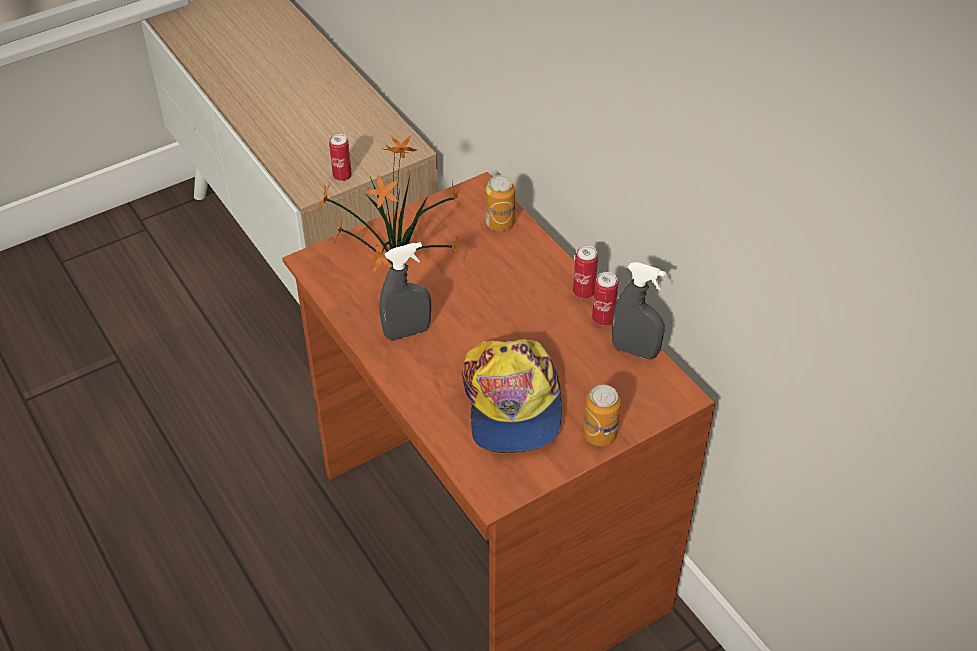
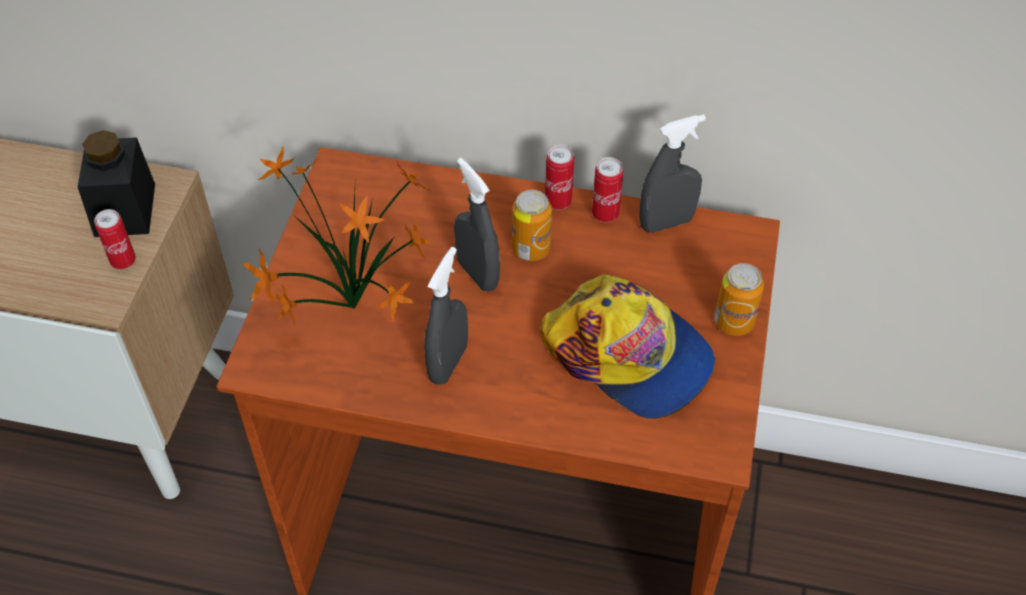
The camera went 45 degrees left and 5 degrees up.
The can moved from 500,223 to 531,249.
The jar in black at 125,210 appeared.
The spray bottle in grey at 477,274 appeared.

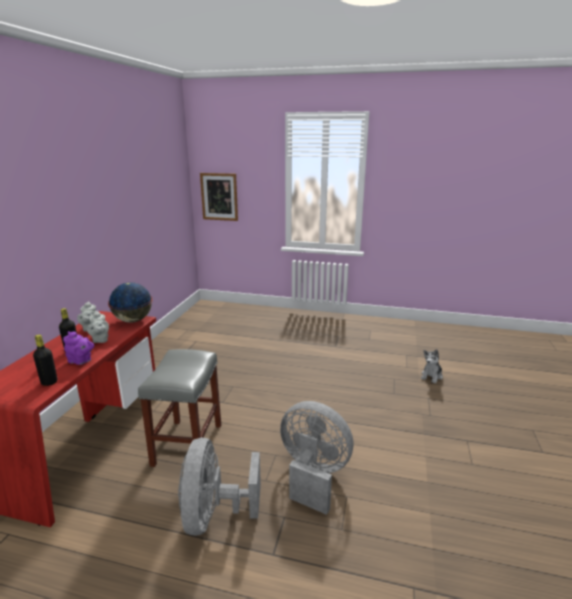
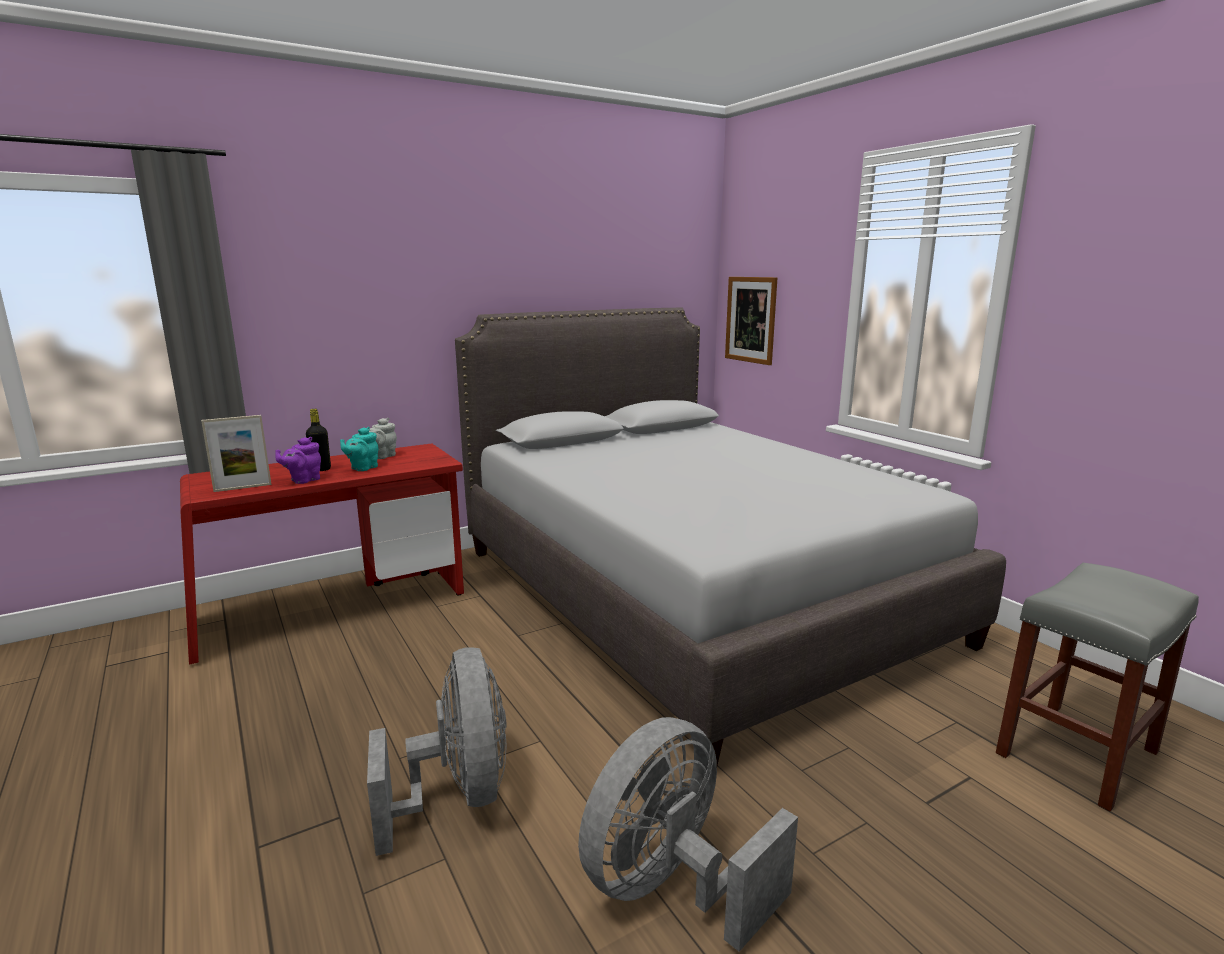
The camera went 45 degrees right and 5 degrees down.
The globe at 133,320 disappeared.
The teapot in grey at 100,340 became the teapot in turquoise at 362,468.
The teapot in purple at 81,361 turned 60 degrees clockwise.
The bottle in black at 49,382 was replaced by the picture frame at 243,488.
The stool in grey moved from 188,445 to 1077,754.
The plush toy at 431,376 disappeared.
The fan in grey moved from 214,514 to 672,887.
The bed in grey at 691,593 appeared.

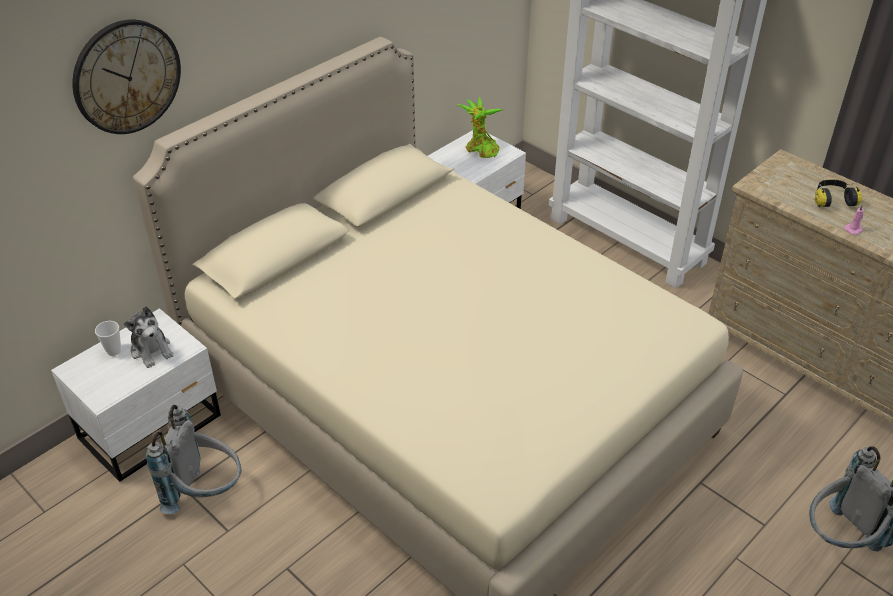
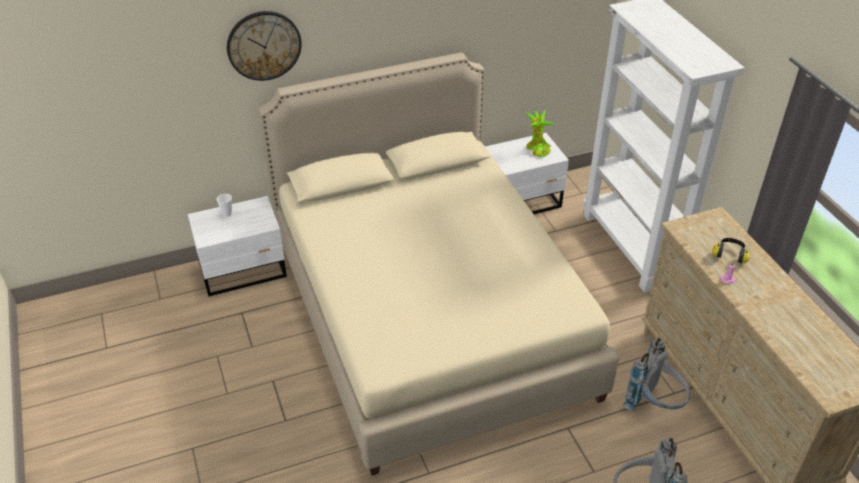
The camera went 25 degrees right and 0 degrees up.
The plush toy at 152,350 disappeared.
The backpack in grey moved from 205,493 to 654,404.

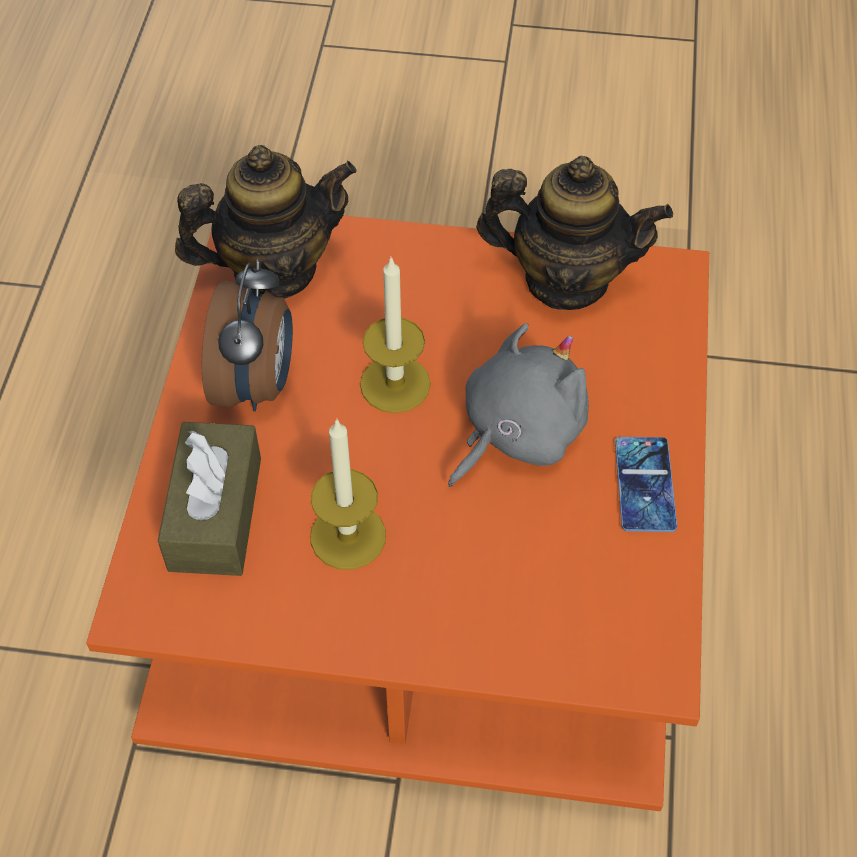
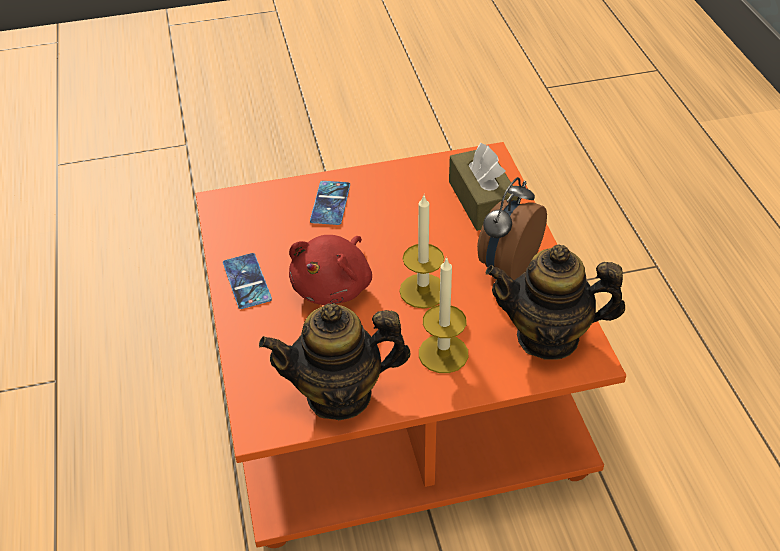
The camera went 160 degrees right and 10 degrees down.
The teapot at 274,270 turned 45 degrees clockwise.
The alarm clock at 257,384 turned 45 degrees clockwise.
The plush toy in grey at 517,432 became the plush toy in red at 334,286.
The candle moved from 348,536 to 443,353.
The phone at 330,203 appeared.

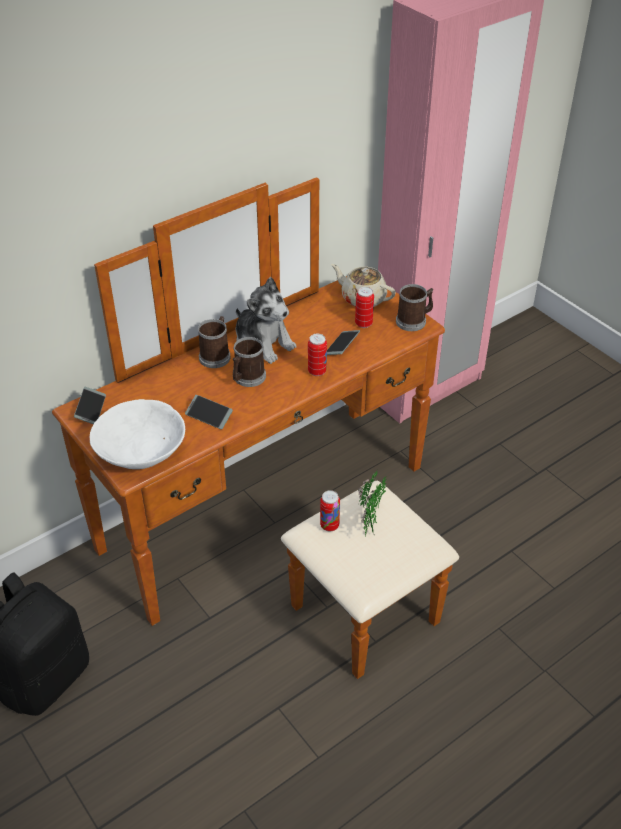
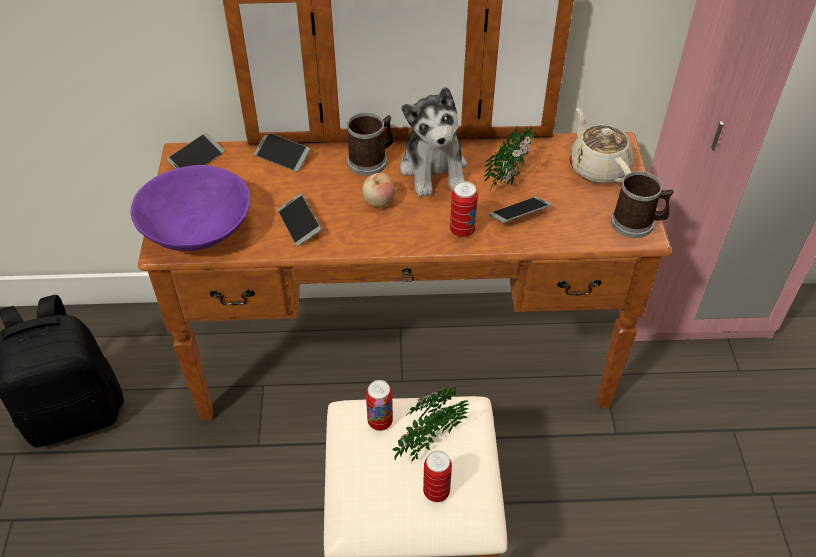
The camera went 35 degrees right and 5 degrees up.
The can moved from 363,324 to 436,491.
The mug at 247,378 was replaced by the apple at 379,201.
The bowl in white at 141,451 became the bowl in purple at 197,230.
The potted plant at 511,178 appeared.
The phone at 282,156 appeared.

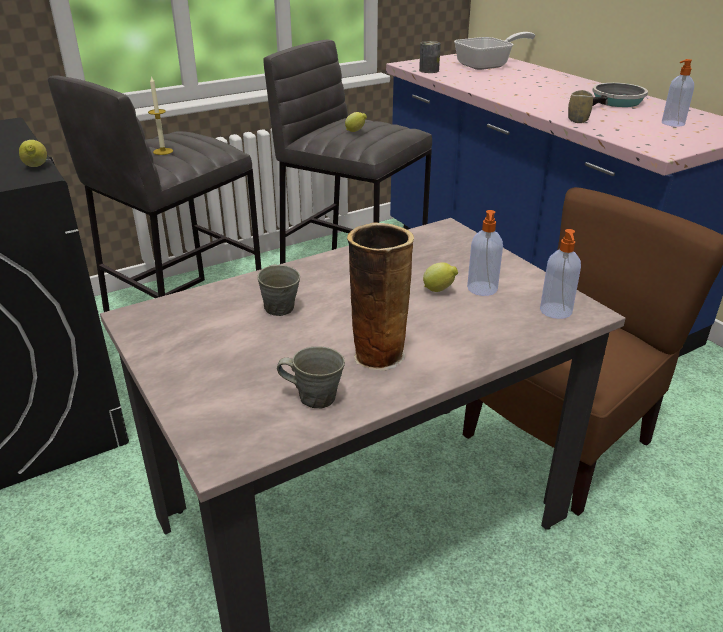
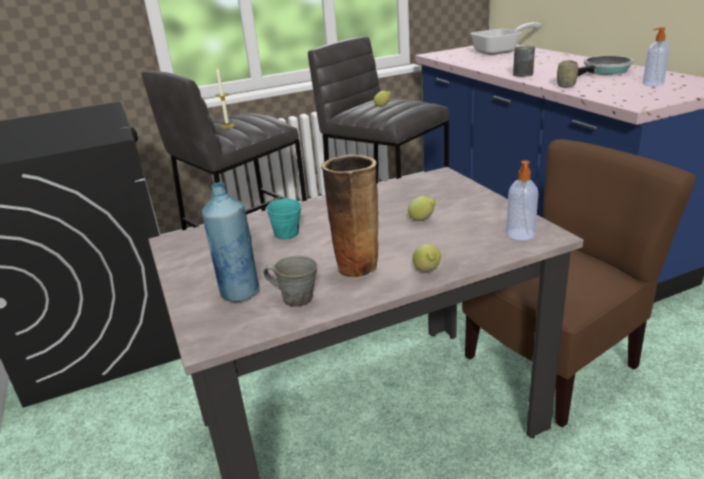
The camera went 10 degrees right and 5 degrees down.
The can moved from 429,70 to 523,74.
The lemon moved from 36,167 to 427,271.
The soap dispenser at 482,289 disappeared.
The mug in grey at 280,307 became the mug in turquoise at 287,233.
The bottle in blue at 240,292 appeared.

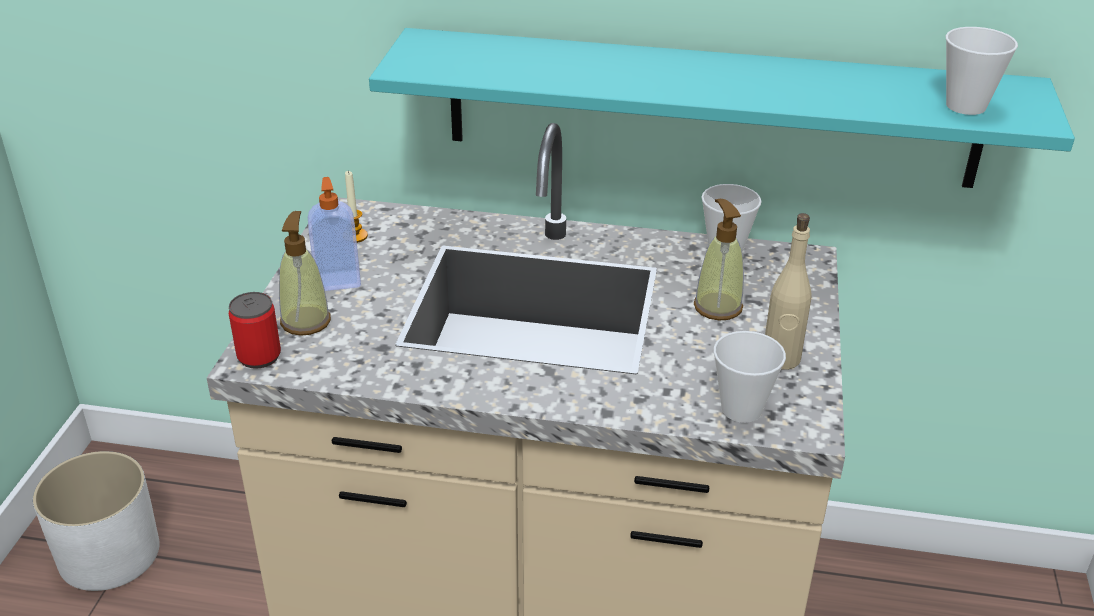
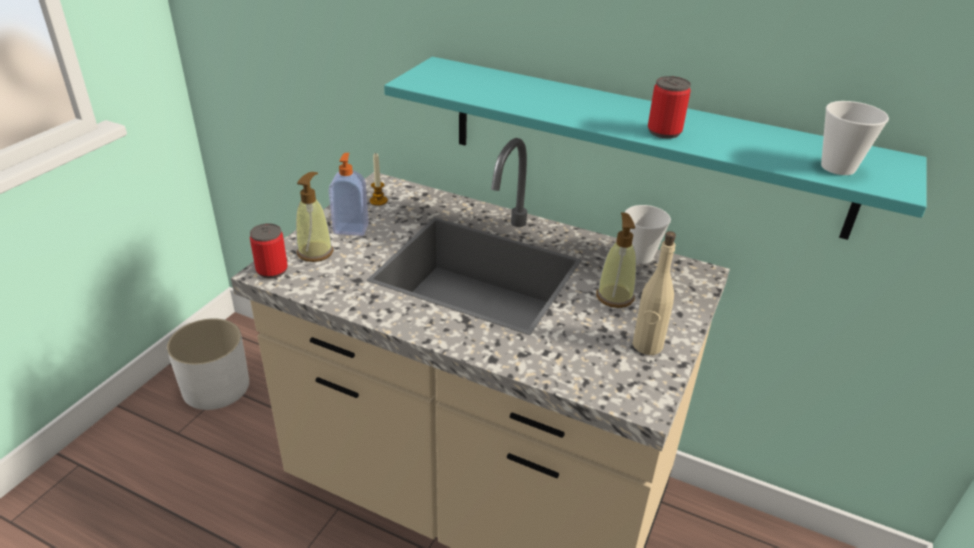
The camera went 15 degrees right and 0 degrees up.
The cup at 741,409 disappeared.
The can at 664,131 appeared.

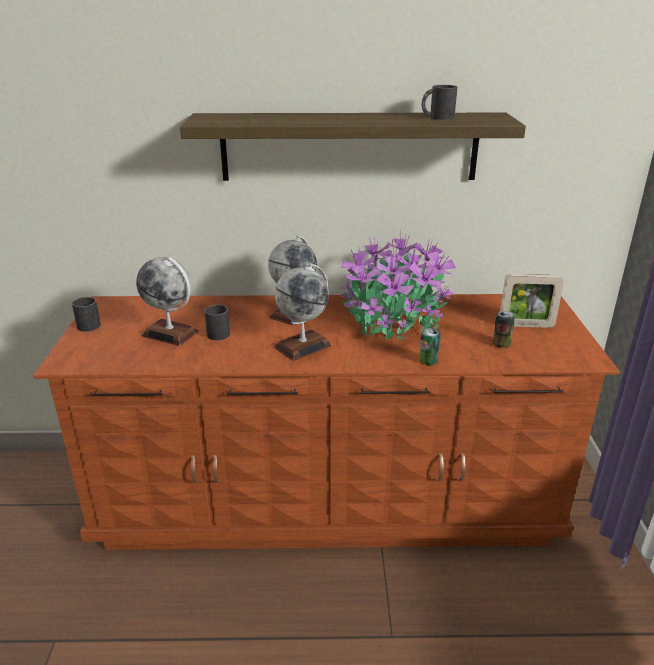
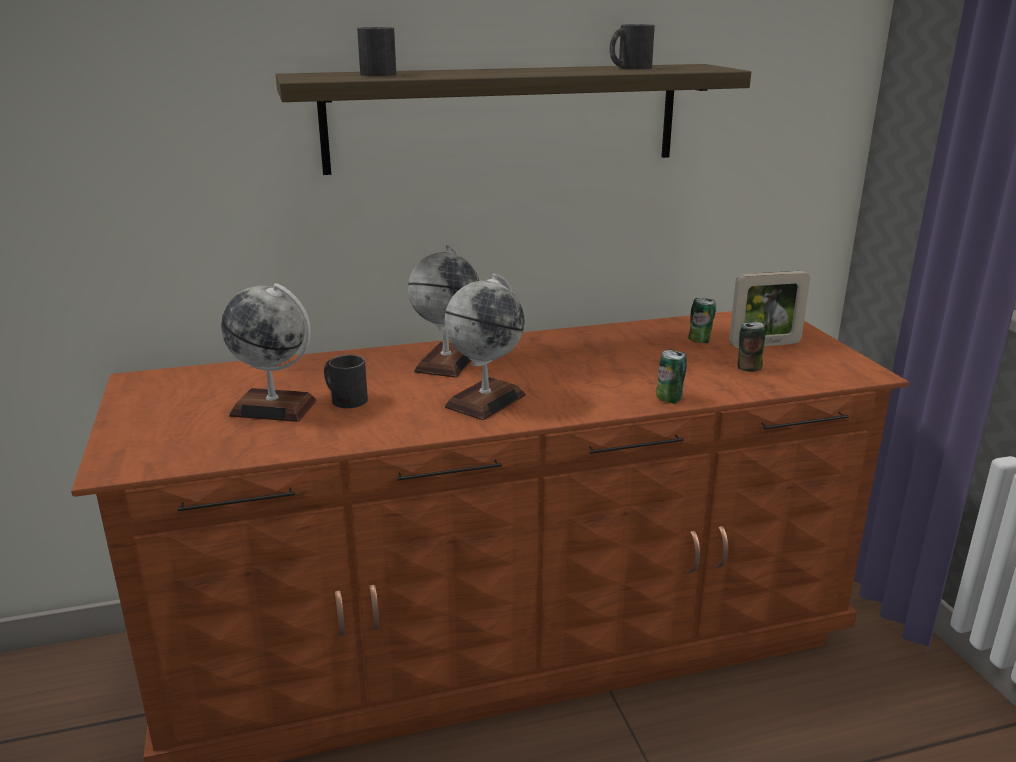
The camera went 15 degrees left and 5 degrees down.
The potted plant at 391,321 disappeared.
The mug in black moved from 90,323 to 377,74.
The can at 699,340 appeared.

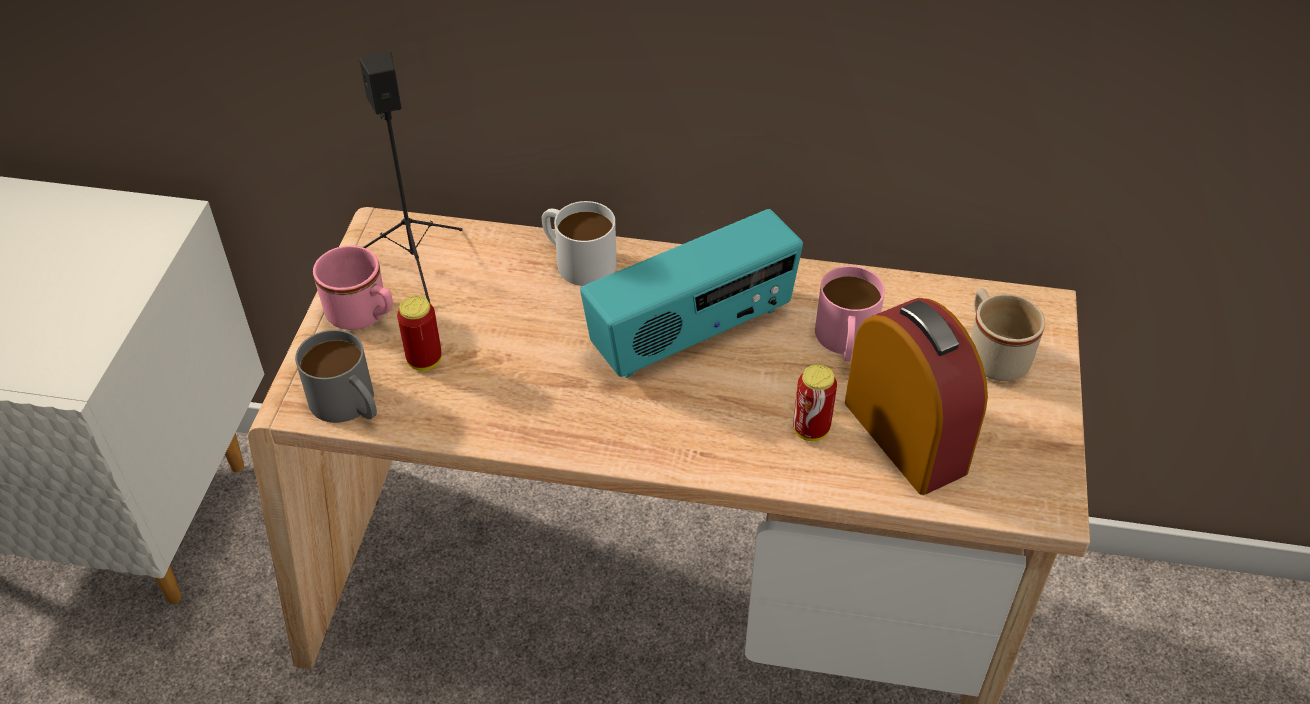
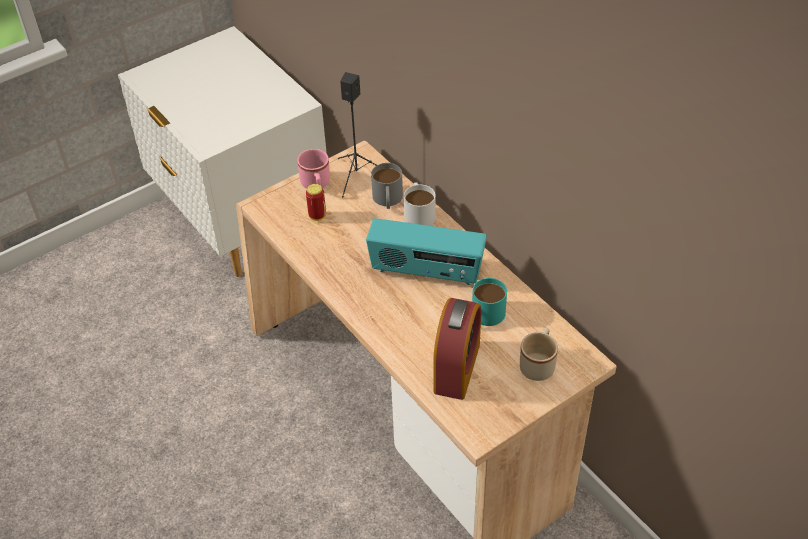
The camera went 45 degrees right and 0 degrees up.
The mug in pink at 845,341 became the mug in turquoise at 483,316.
The mug in grey moved from 349,405 to 387,200.
The can at 811,430 disappeared.

